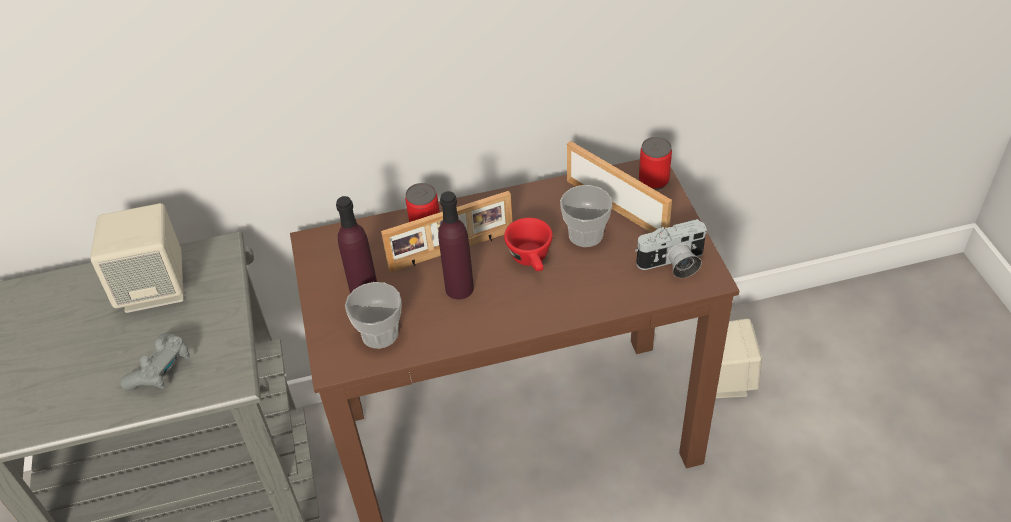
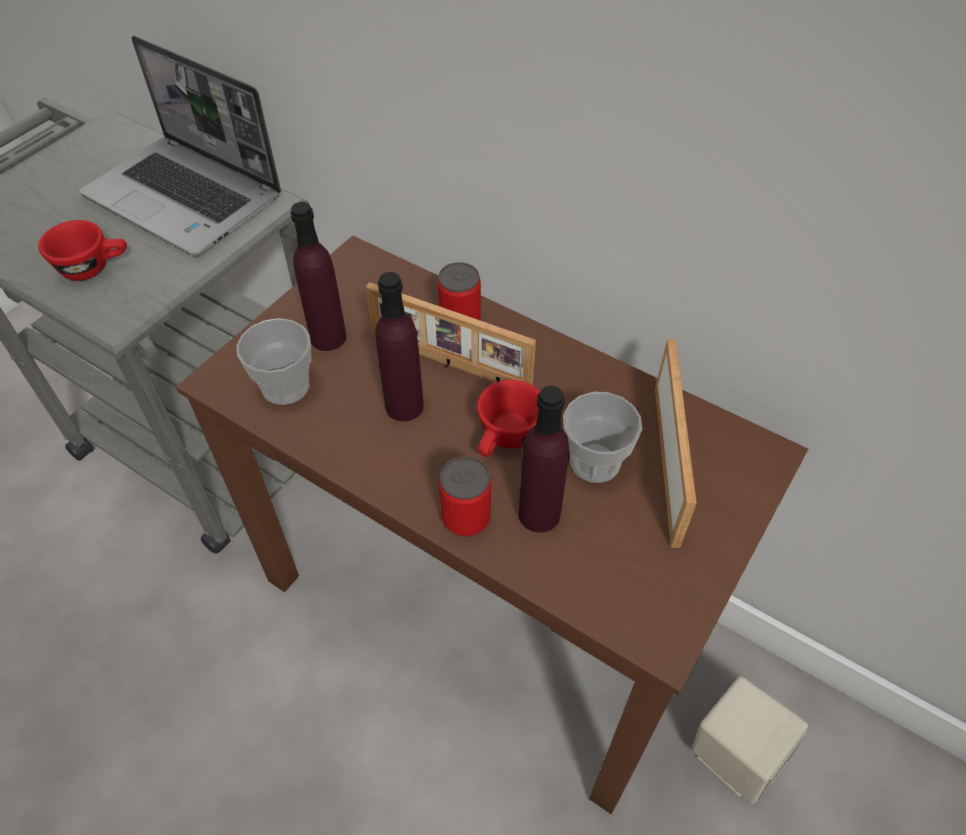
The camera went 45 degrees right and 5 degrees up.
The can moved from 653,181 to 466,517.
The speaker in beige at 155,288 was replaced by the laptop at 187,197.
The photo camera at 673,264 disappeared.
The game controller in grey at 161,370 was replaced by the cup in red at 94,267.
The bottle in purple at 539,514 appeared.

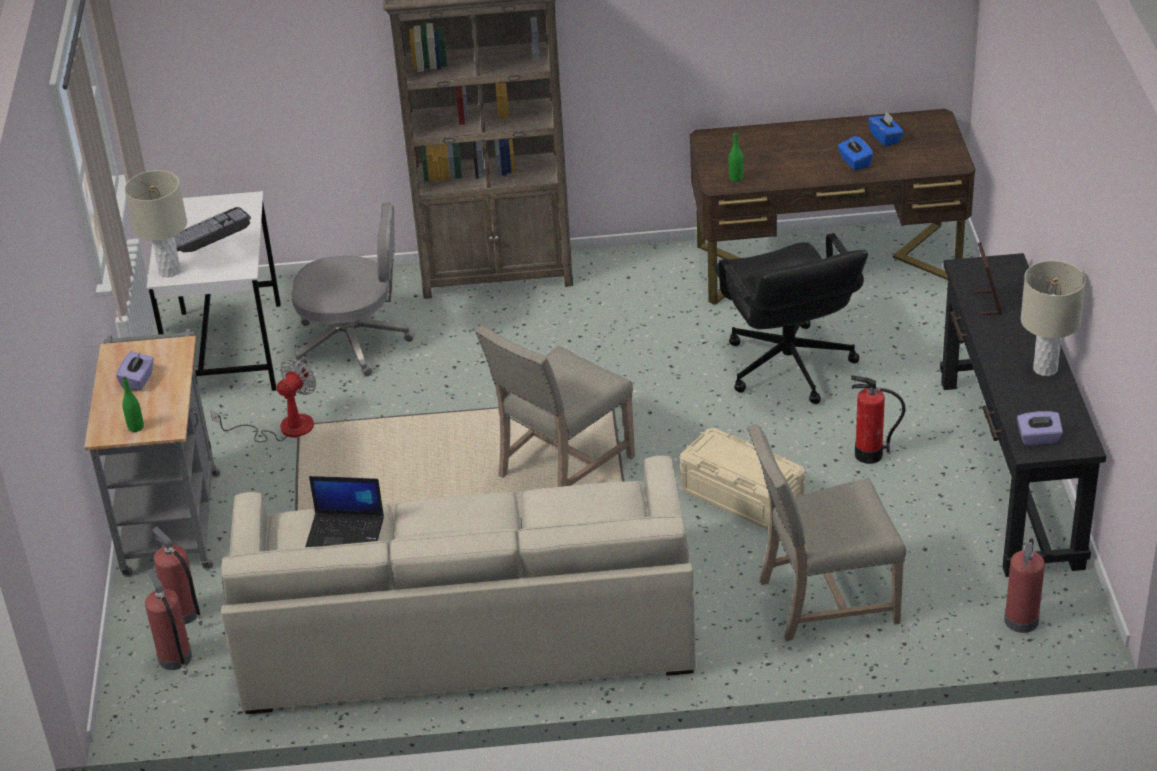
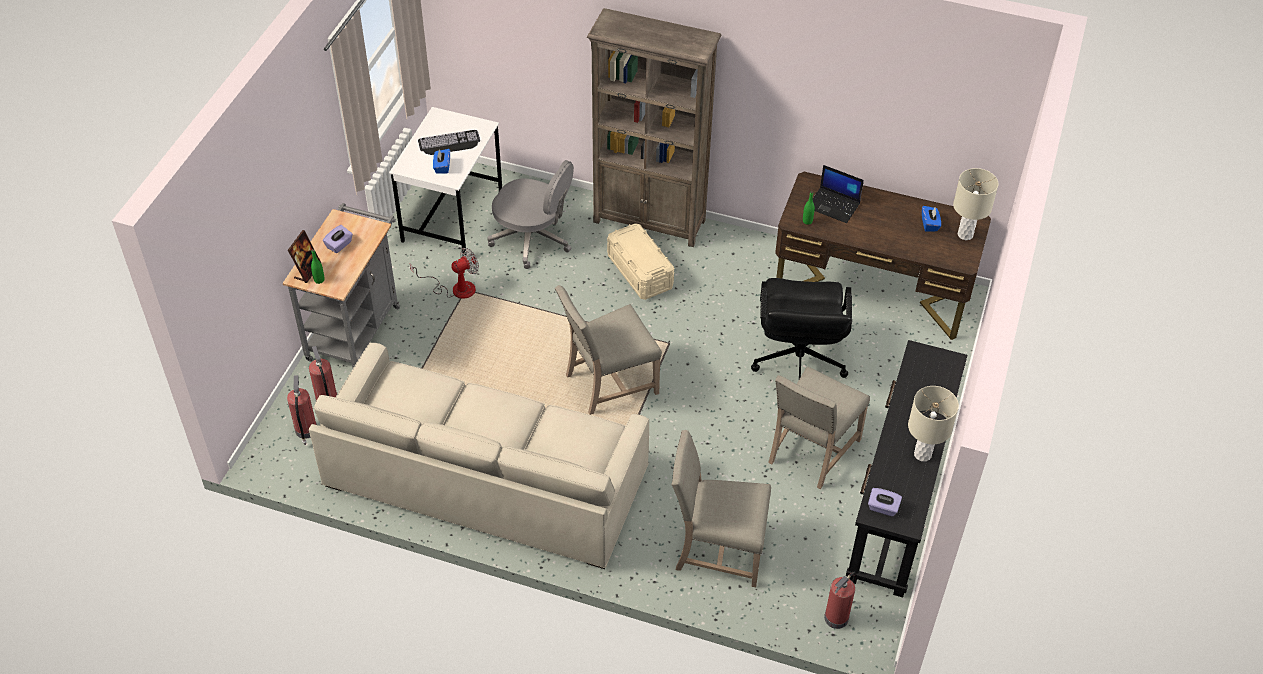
The camera went 20 degrees right and 10 degrees up.
The tissue box in blue moved from 854,162 to 442,167.
The table lamp in beige moved from 169,271 to 965,234.
The picture frame moved from 987,303 to 307,271.
The fire extinguisher at 869,455 was replaced by the chair in beige at 811,452.
The storage box in beige moved from 742,497 to 640,272.
The laptop moved from 346,533 to 834,205.

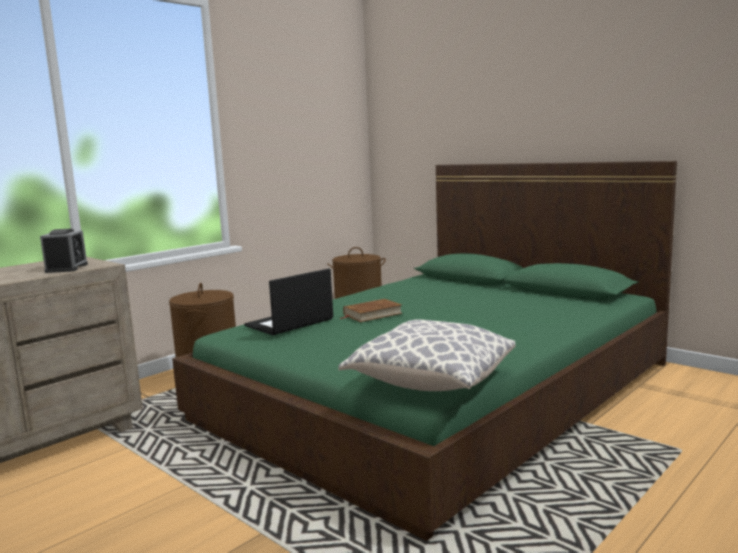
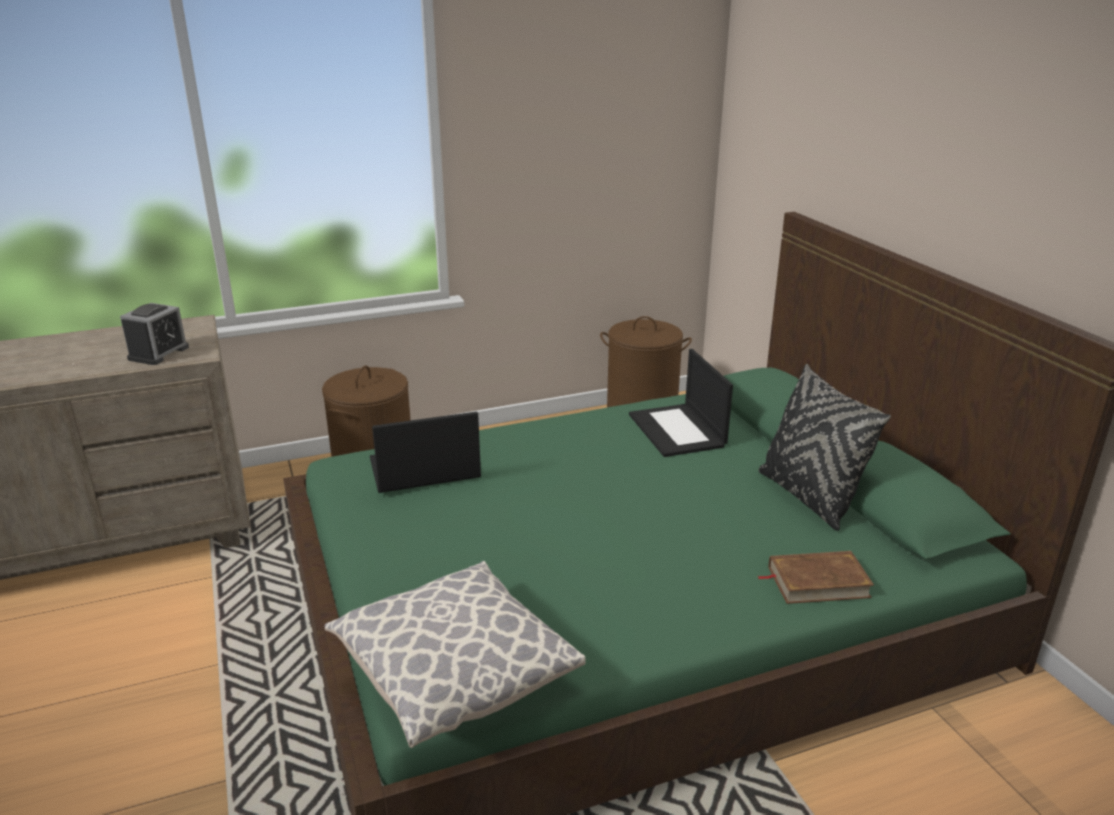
The camera went 25 degrees right and 15 degrees up.
The book in brown moved from 372,314 to 817,582.
The laptop at 678,431 appeared.
The pillow in black at 808,497 appeared.

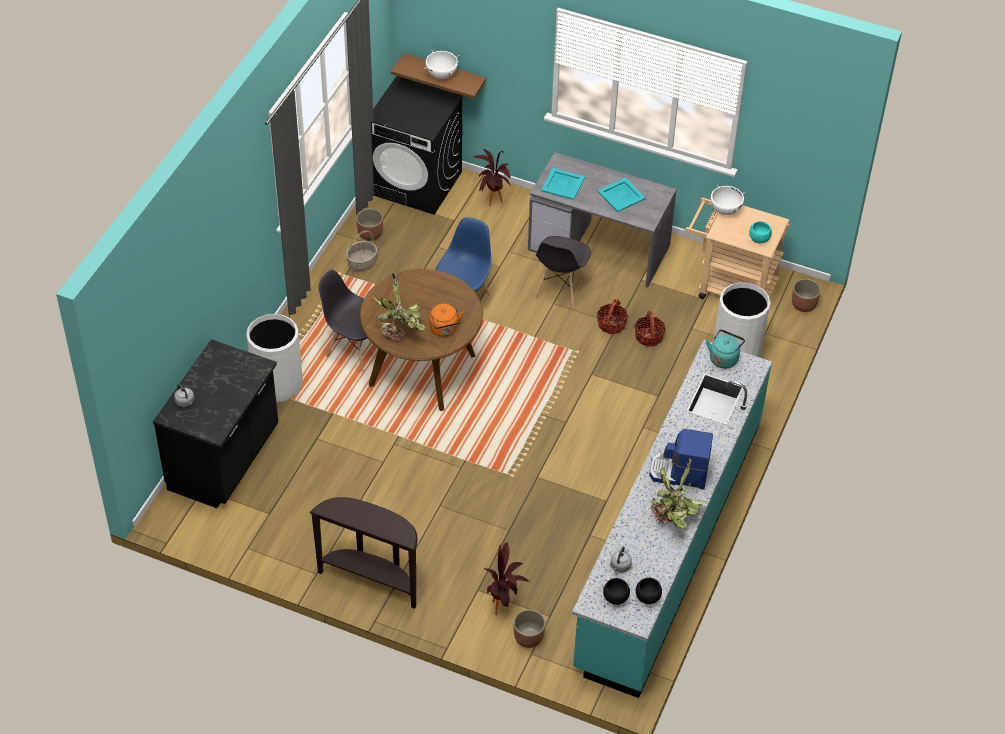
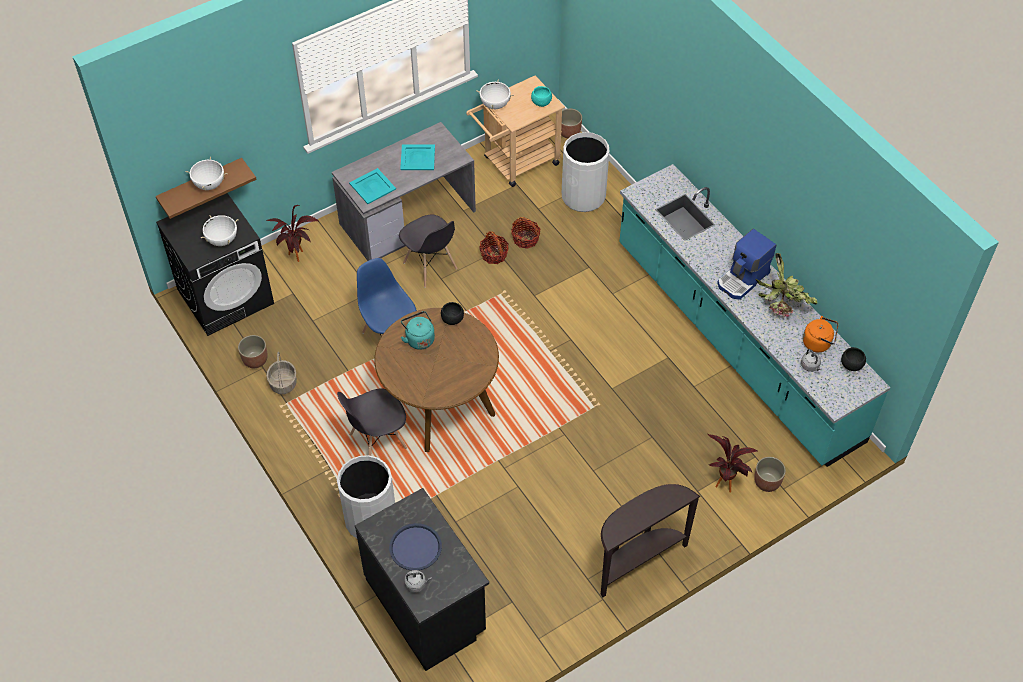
The camera went 55 degrees left and 5 degrees up.
The potted plant at 401,330 disappeared.
The kettle in orange moved from 444,330 to 818,343.
The kettle in turquoise moved from 724,358 to 419,338.
The bowl in black moved from 616,598 to 452,319.
The cooking pot in white at 222,240 appeared.
The tray in blue at 415,547 appeared.

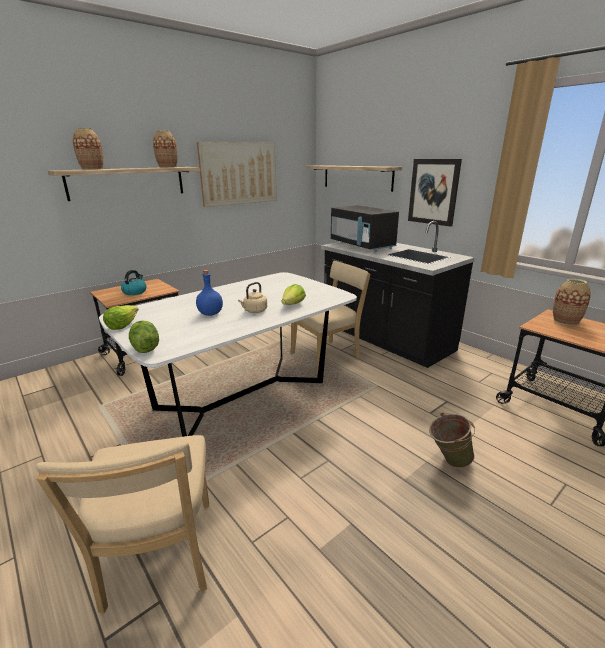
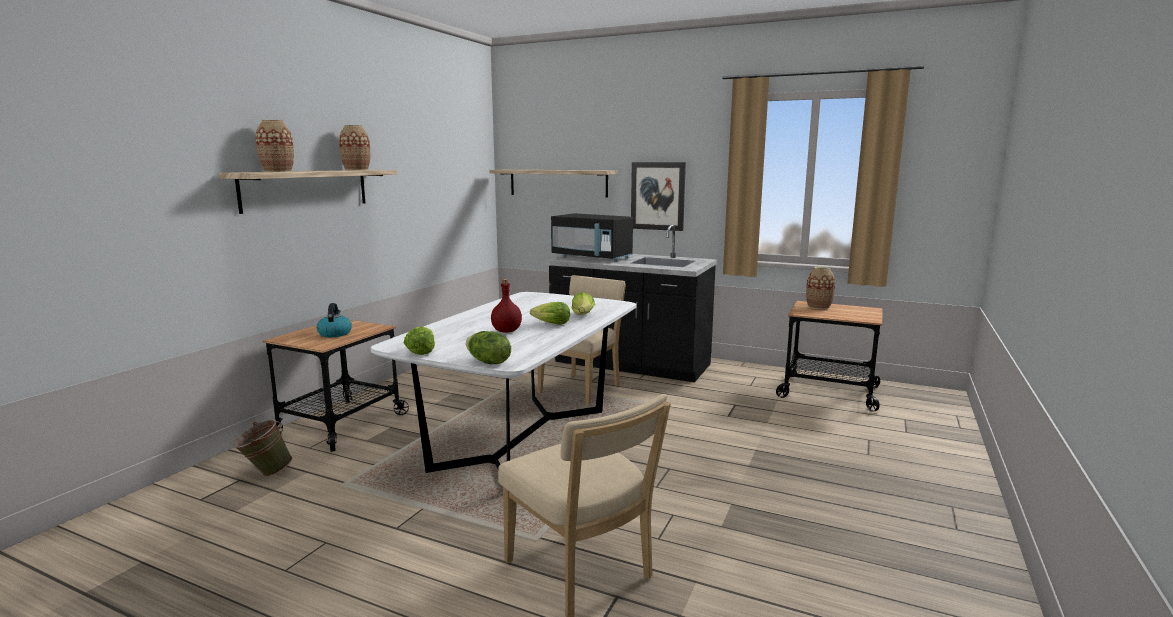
The camera went 25 degrees left and 10 degrees down.
The picture at 239,173 disappeared.
The bottle in blue at 210,313 became the bottle in red at 506,331.
The kettle in beige at 254,311 was replaced by the lettuce at 551,324.
The bucket in green moved from 447,460 to 265,473.

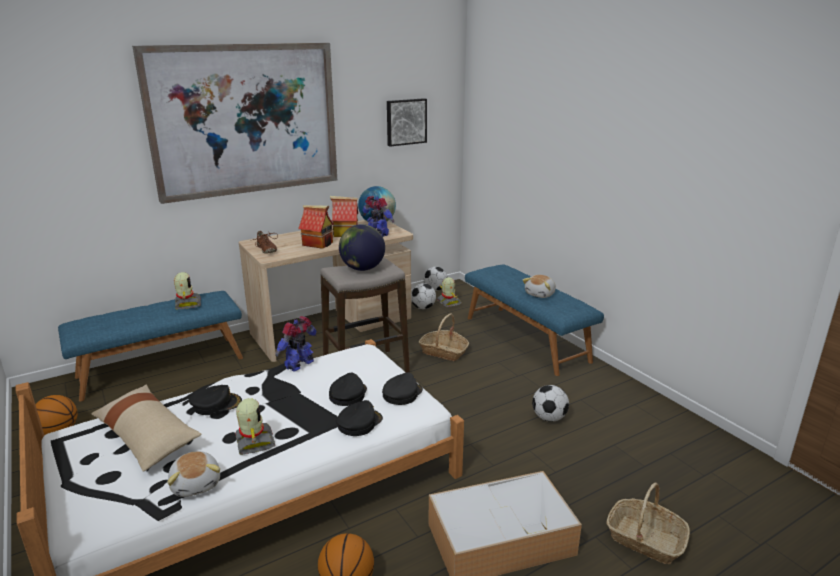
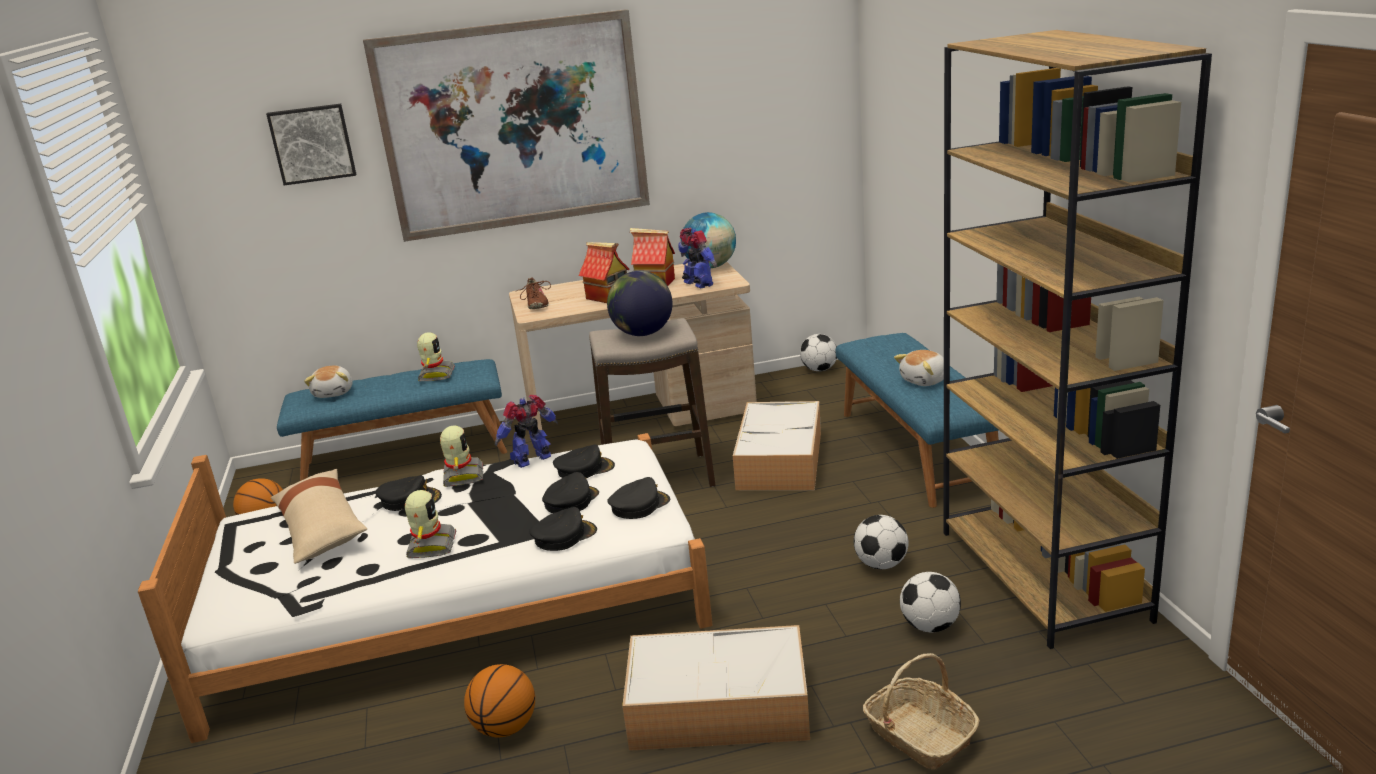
The camera went 20 degrees right and 0 degrees up.
The picture moved from 406,122 to 312,143.
The toy robot moved from 448,302 to 462,476.
The football moved from 423,308 to 929,626.
The basket at 443,352 was replaced by the storage box at 780,461.
The plush toy moved from 197,483 to 334,392.
The bookcase in brown at 1043,575 appeared.
The cap in black at 584,469 appeared.

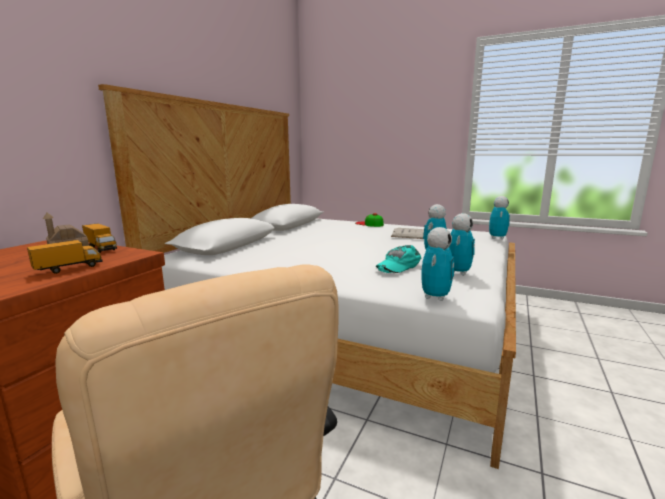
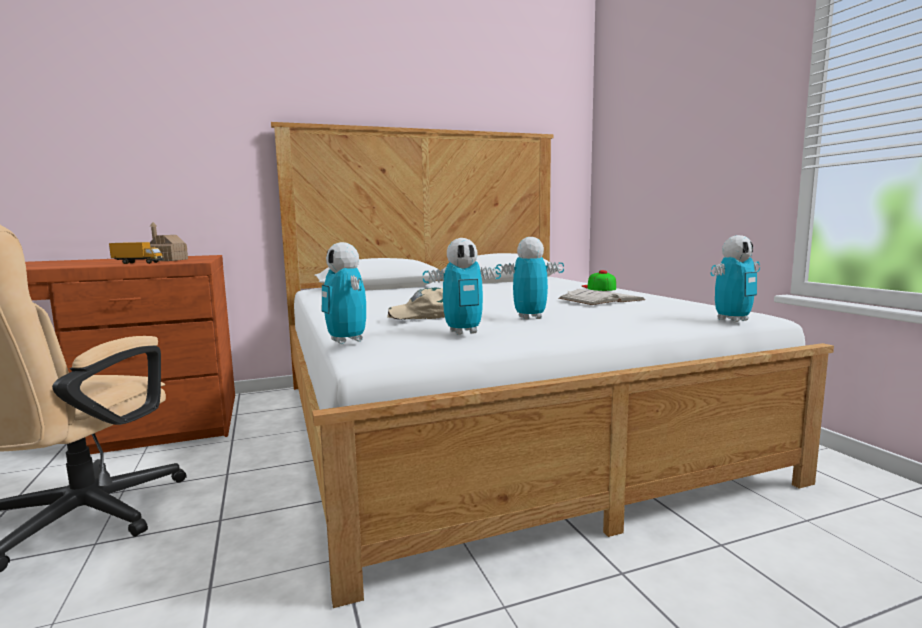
The camera went 45 degrees right and 5 degrees down.
The toy truck at 101,248 disappeared.
The toy robot at 435,297 turned 75 degrees clockwise.
The cap in turquoise at 398,265 became the cap in beige at 425,315.

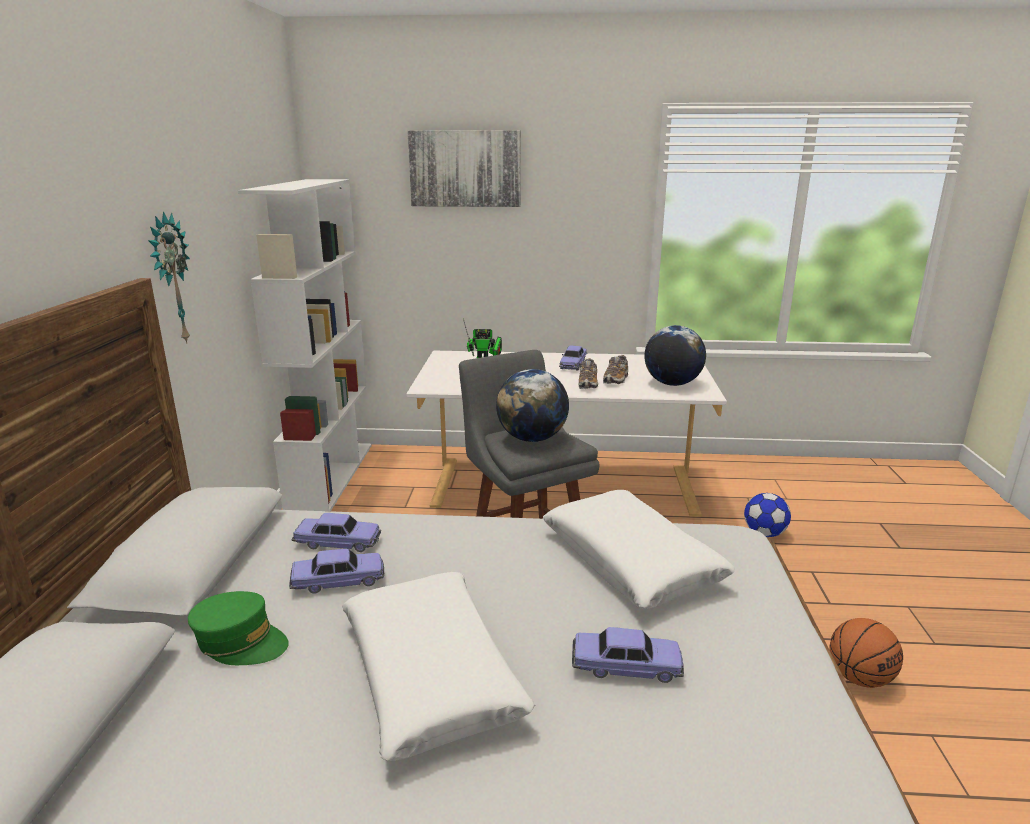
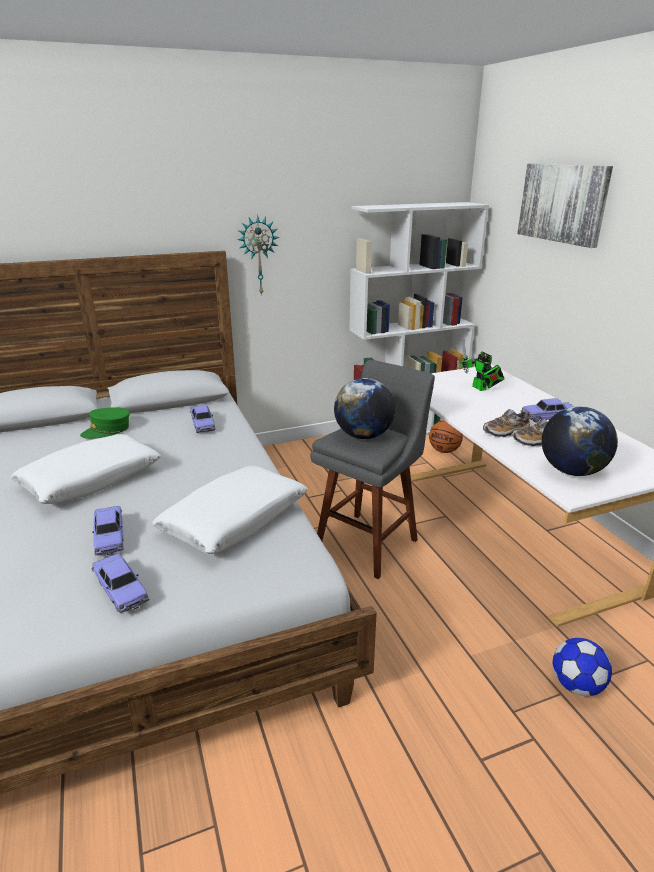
The camera went 65 degrees right and 5 degrees up.
The toy car moved from 338,581 to 121,590.
The cap in green at 240,641 turned 60 degrees clockwise.
The basketball moved from 859,678 to 444,451.

